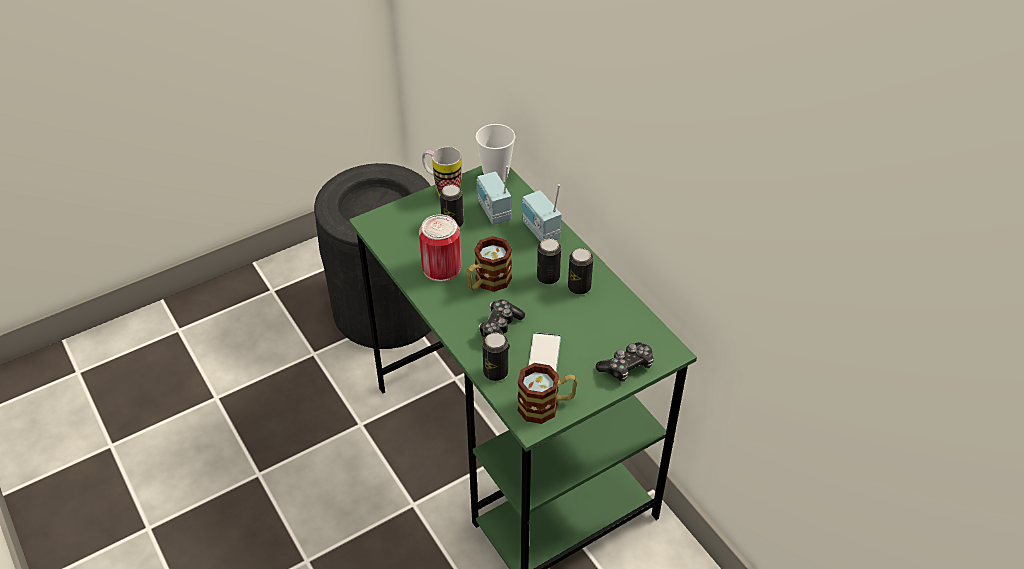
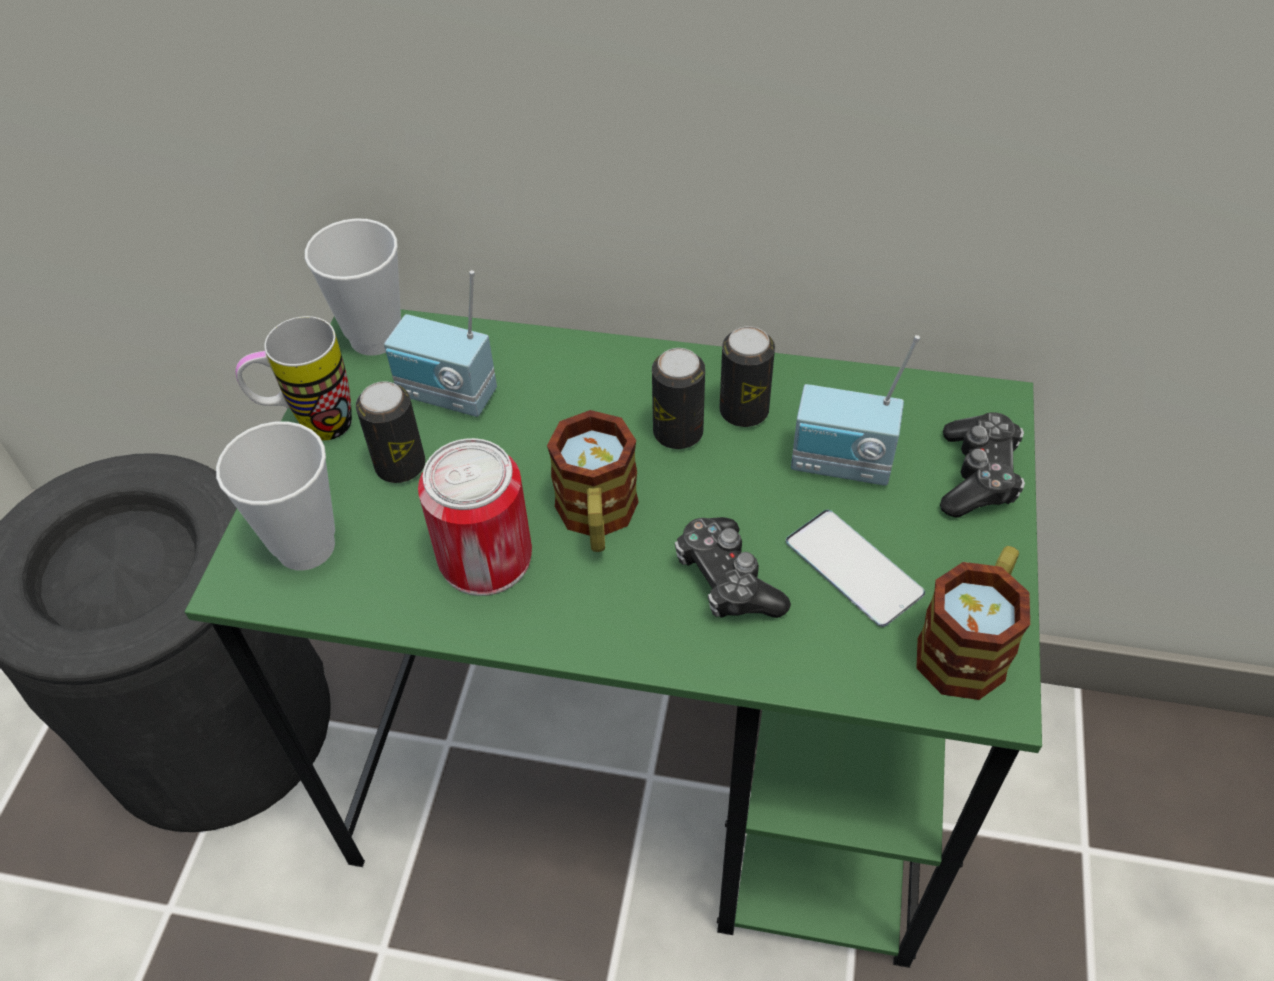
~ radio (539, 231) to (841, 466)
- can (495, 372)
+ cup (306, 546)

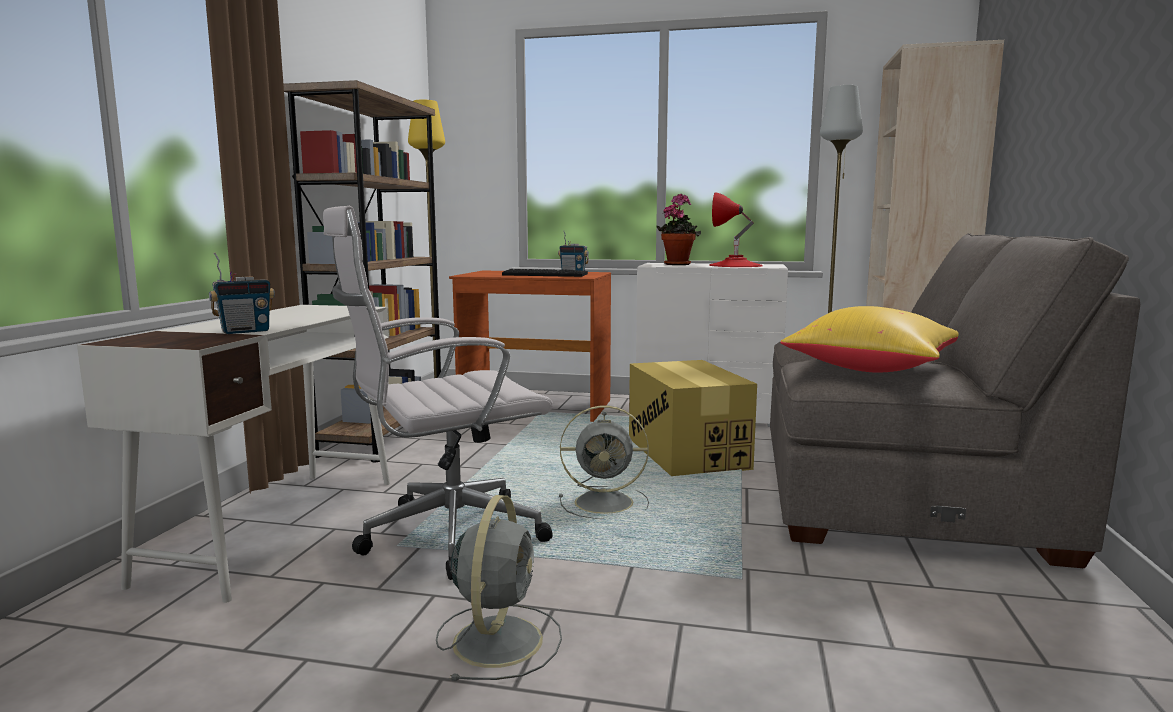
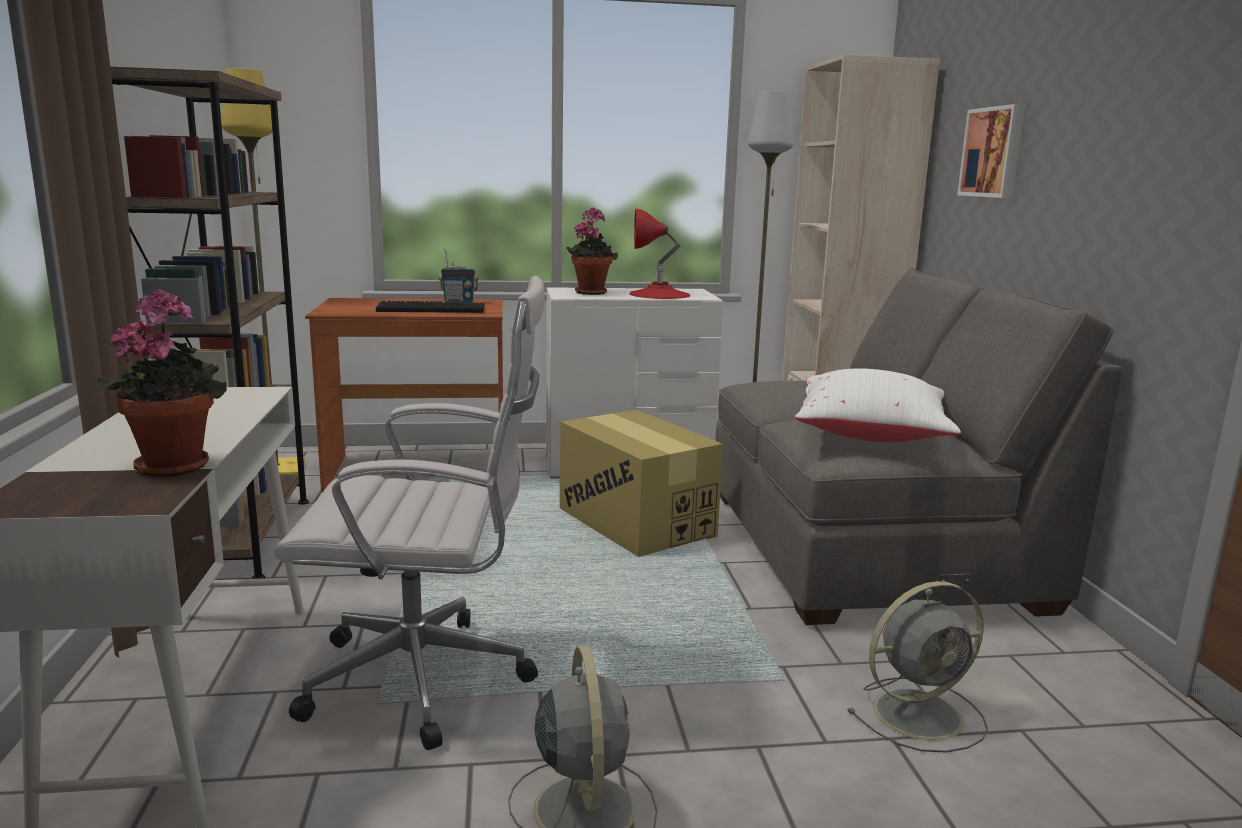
~ white office chair (444, 536) = (428, 680) 135 degrees counterclockwise
~ radio (245, 332) to potted plant (176, 464)
~ yellow pillow (873, 370) to white pillow (872, 436)
~ grey fan (606, 503) to (921, 714)
+ picture (994, 152)

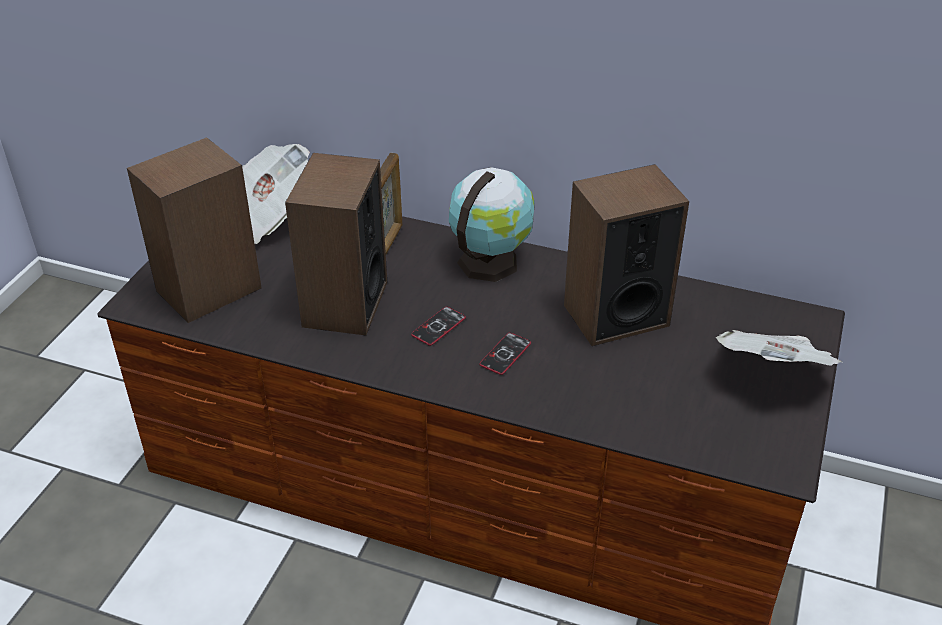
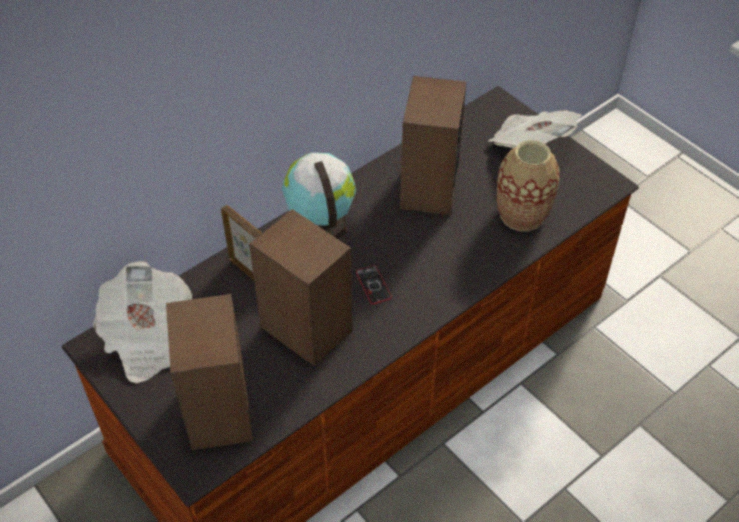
- phone (505, 354)
+ vase (522, 215)

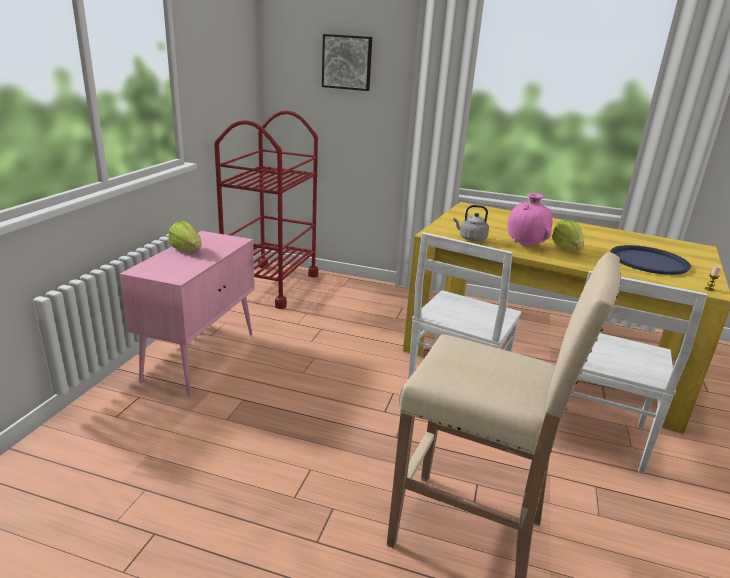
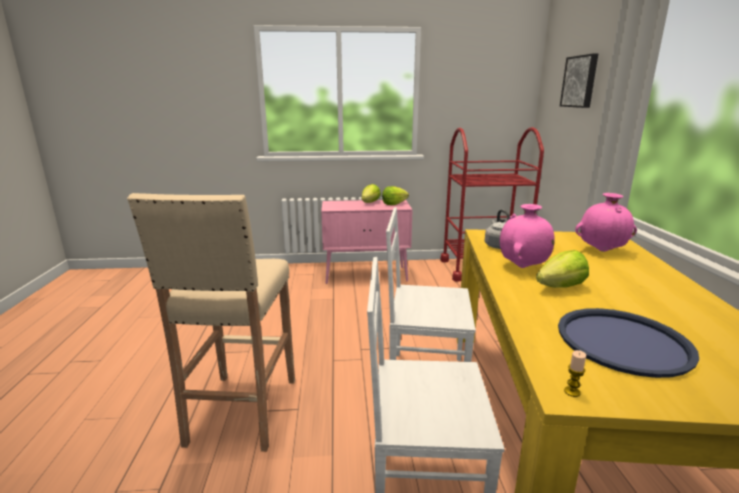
+ lettuce (394, 204)
+ pink vase (602, 251)

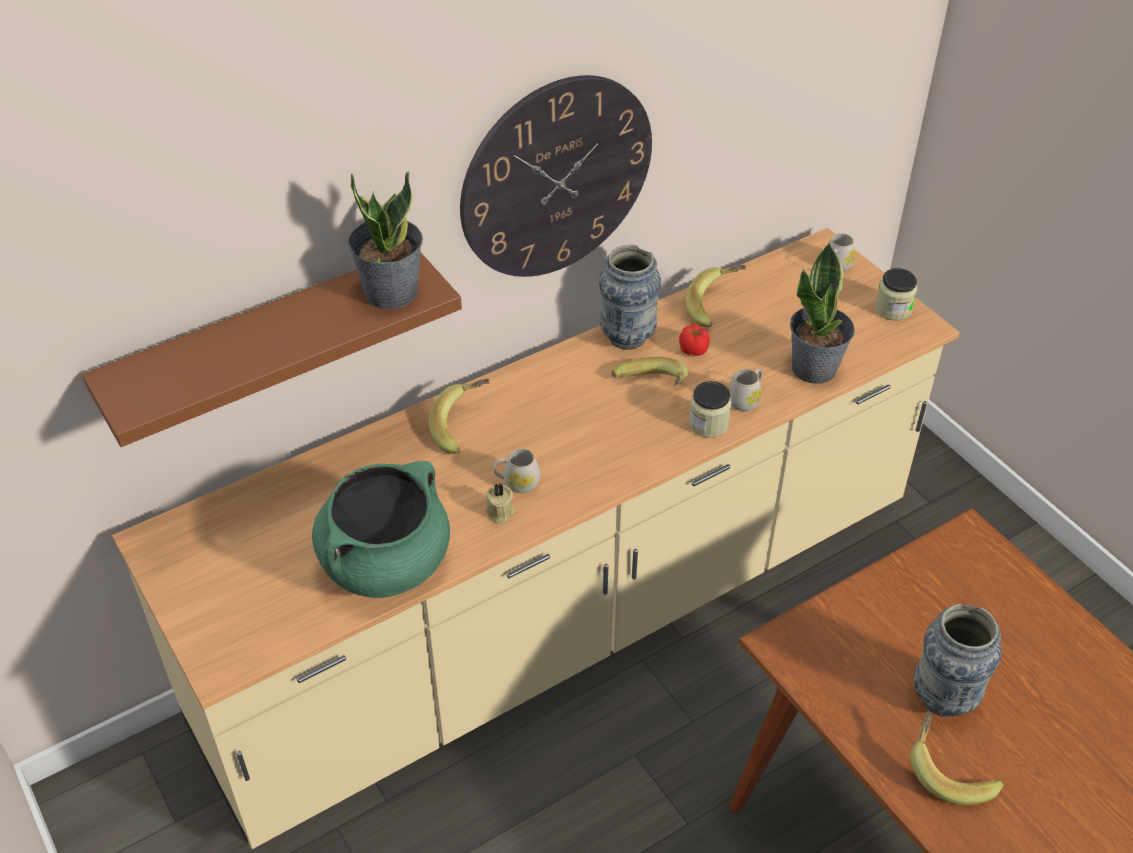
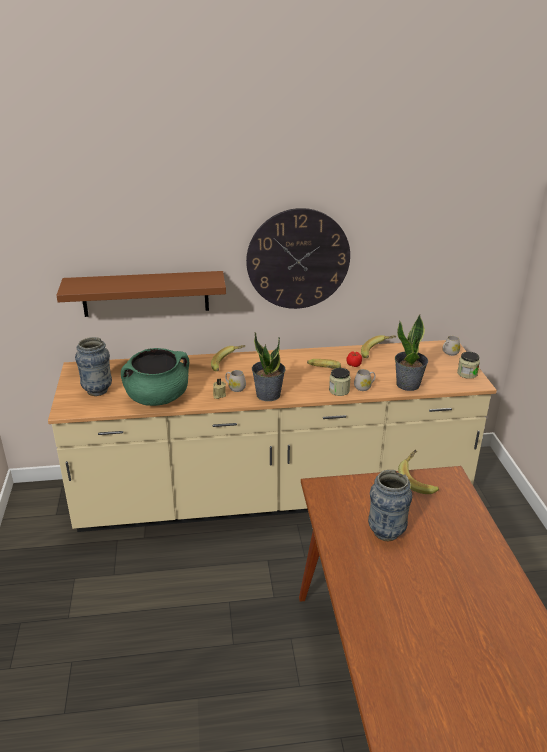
~ potted plant (391, 292) to (268, 394)
~ vase (627, 337) to (97, 391)
~ banana (949, 770) to (418, 481)

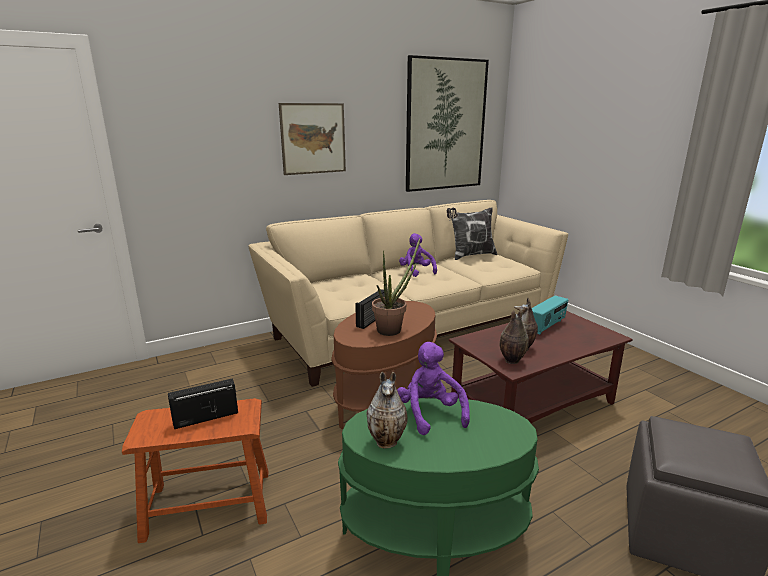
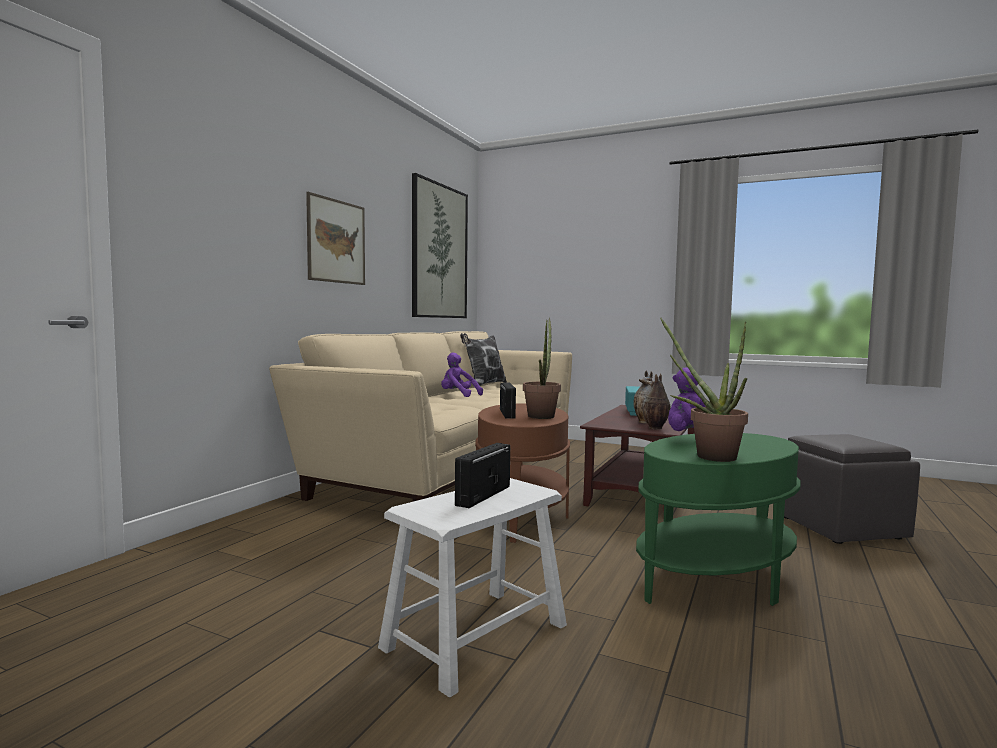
~ vase (388, 441) to potted plant (707, 455)
~ brown stool (209, 504) to white stool (476, 636)

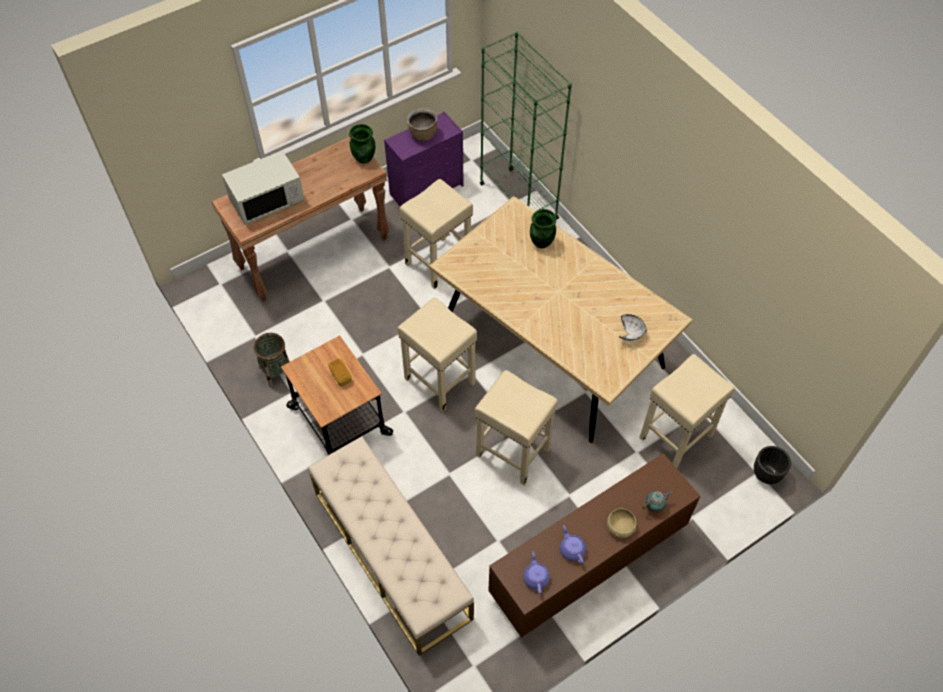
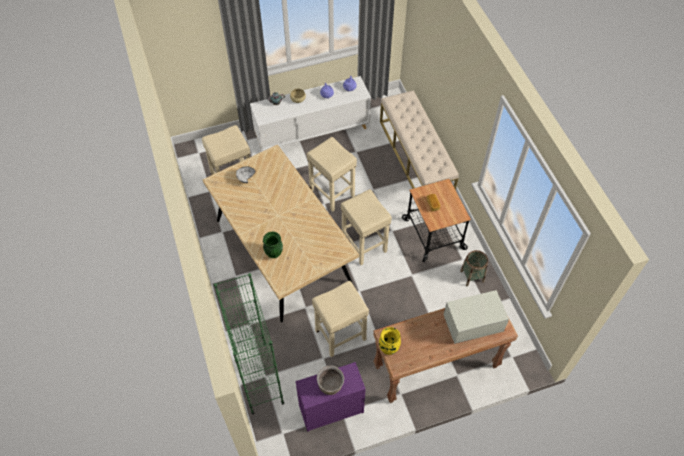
~ green vase (364, 158) to yellow vase (388, 348)
- black planter (766, 475)
~ brown cabinet (587, 563) to white cabinet (312, 132)

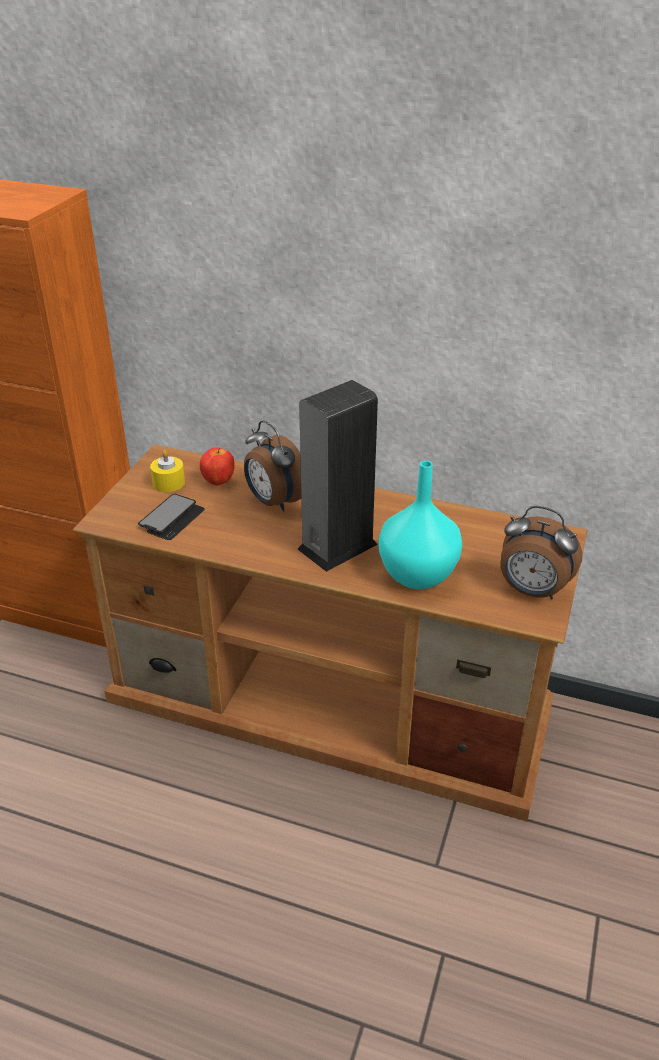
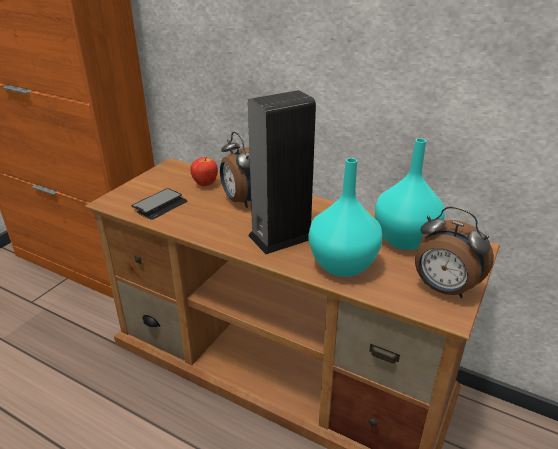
- yellow candle (168, 483)
+ turquoise vase (404, 241)

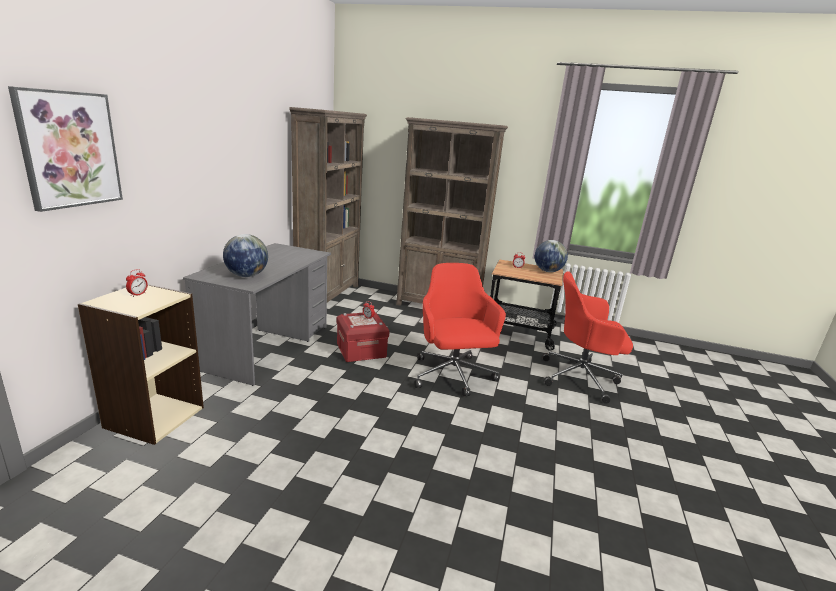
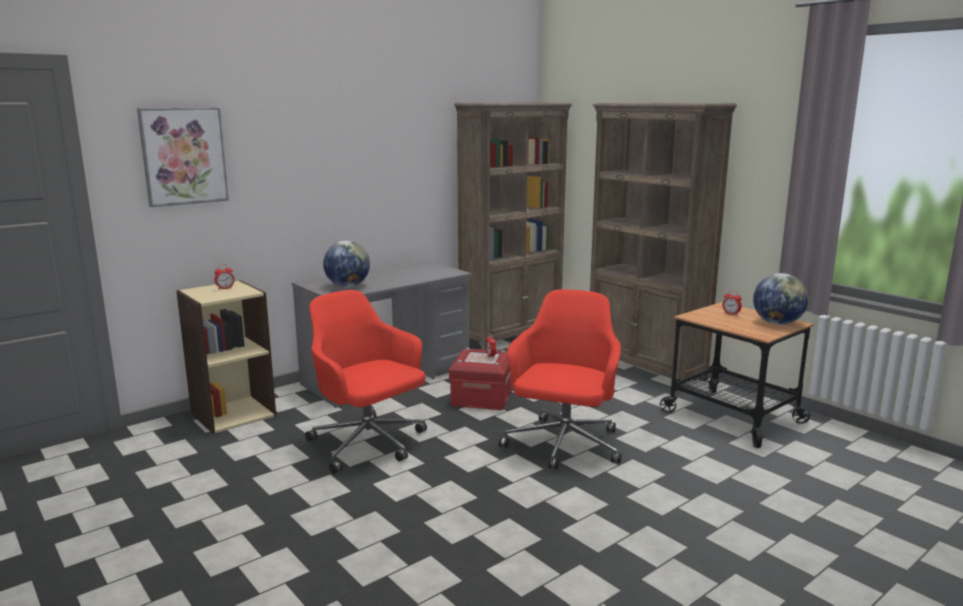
~ red office chair (581, 378) to (369, 444)

